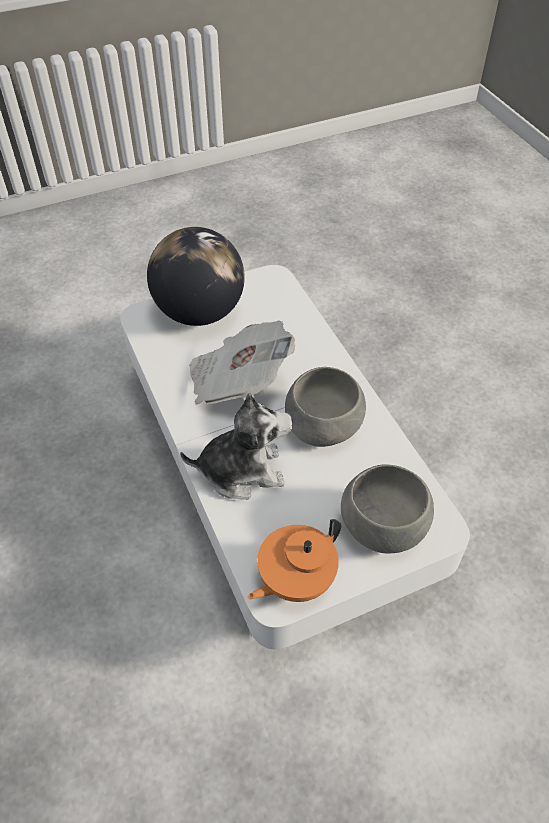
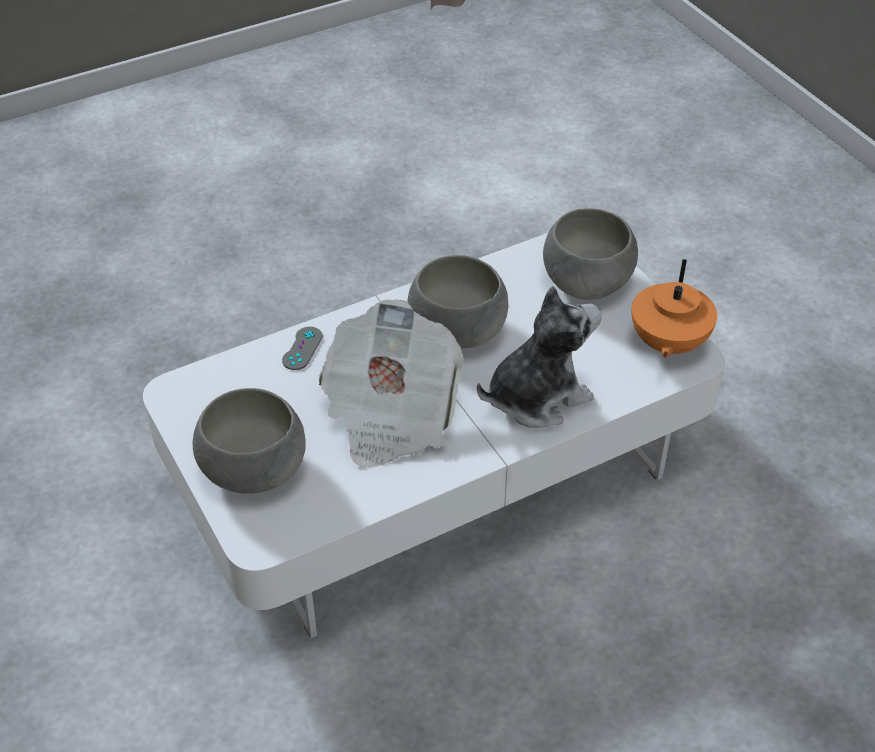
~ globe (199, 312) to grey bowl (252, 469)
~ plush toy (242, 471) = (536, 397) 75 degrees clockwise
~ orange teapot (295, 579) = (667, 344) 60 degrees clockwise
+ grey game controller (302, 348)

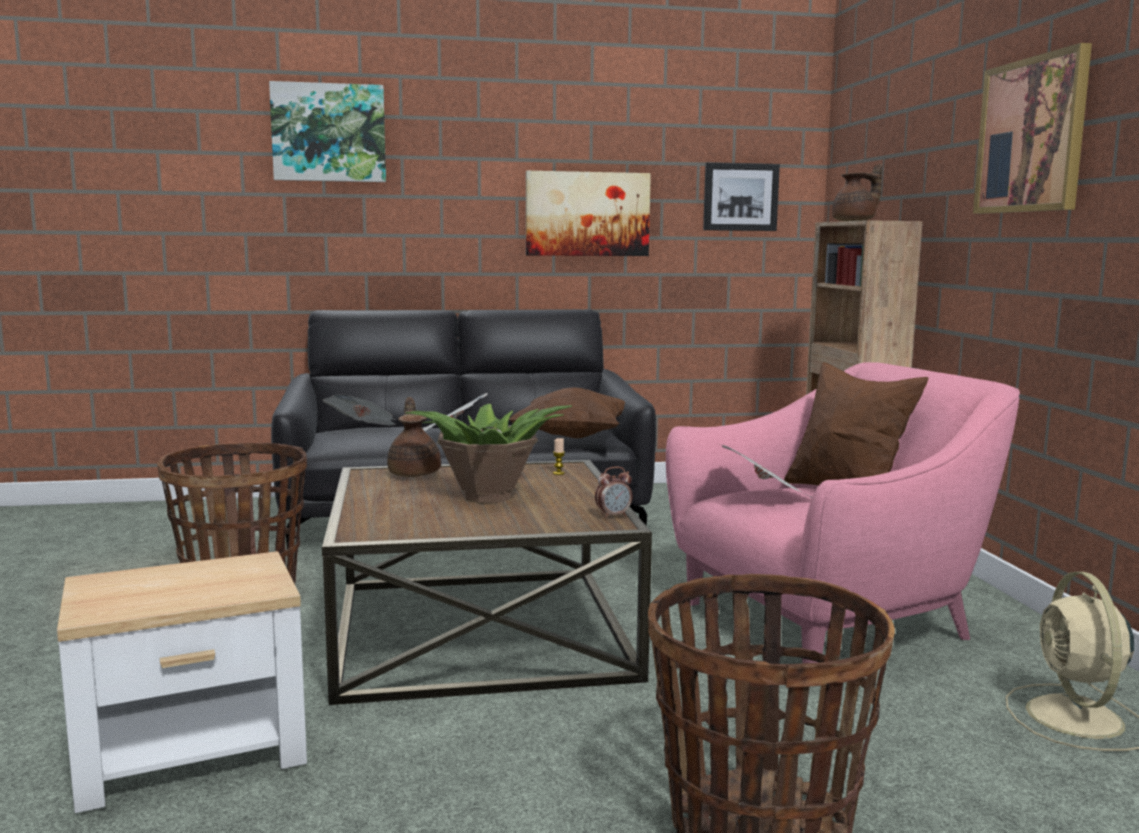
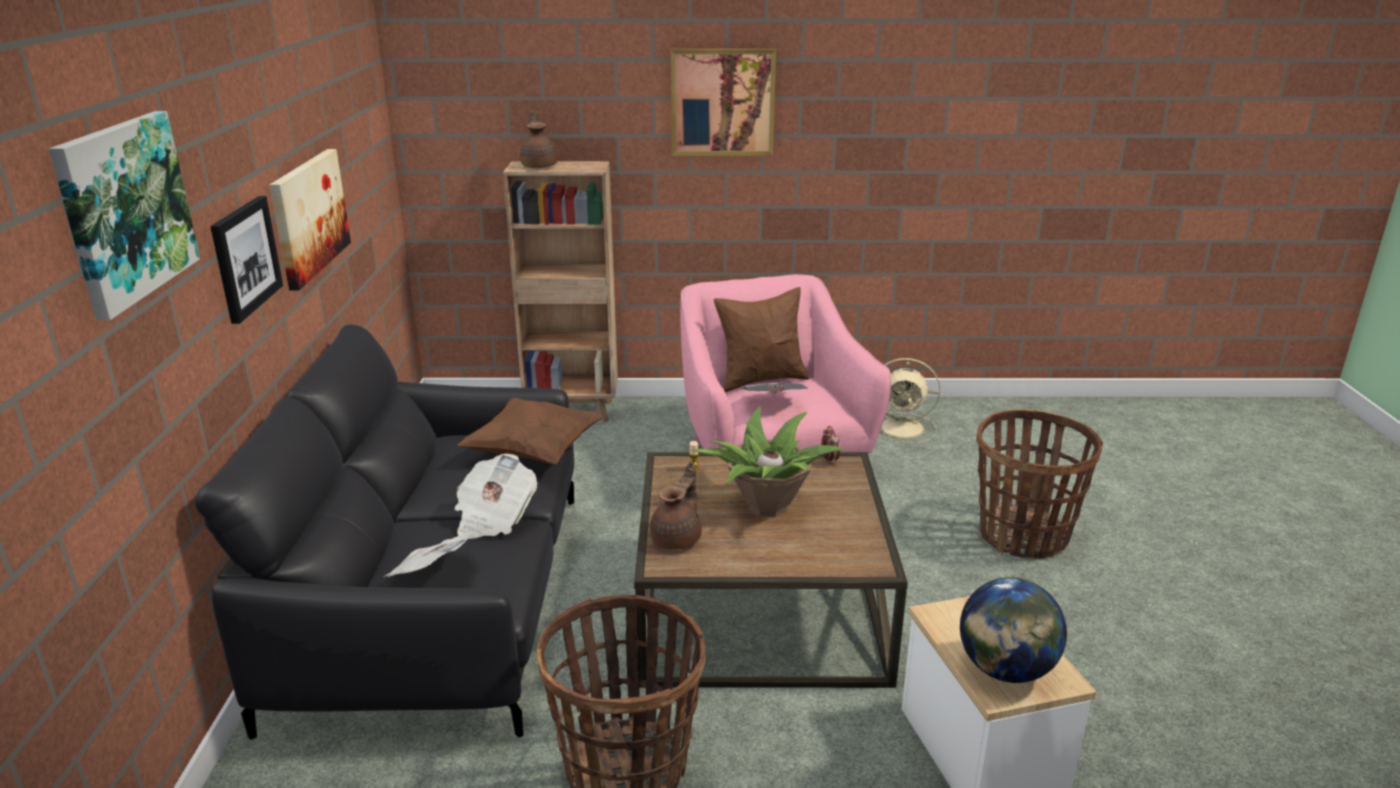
~ picture (740, 197) to (245, 258)
~ brown teapot (415, 473) = (678, 538) 120 degrees clockwise
+ globe (1005, 670)

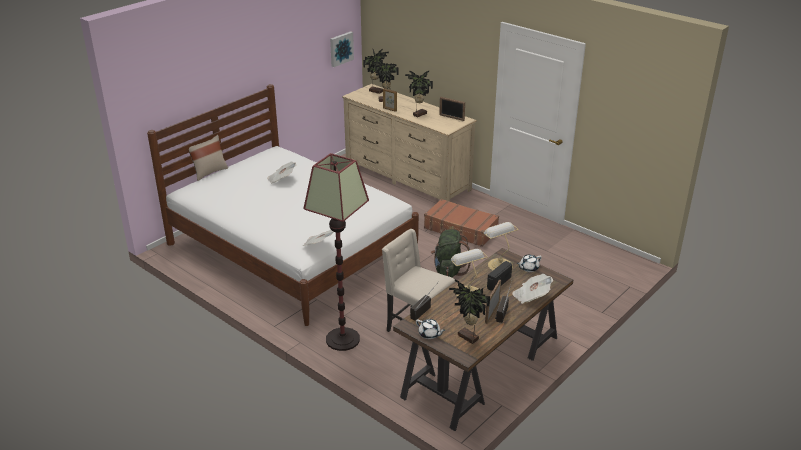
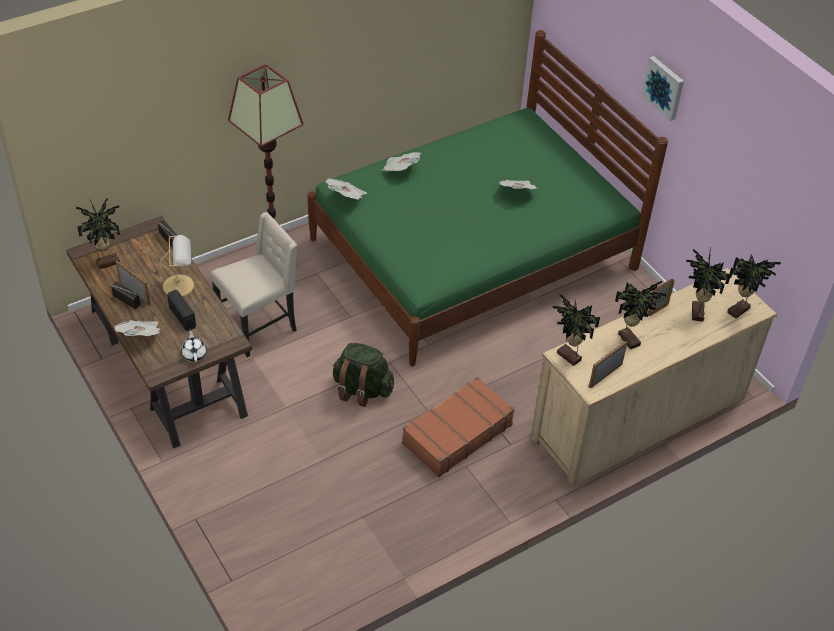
~ picture (341, 48) to (664, 87)
~ white bed (291, 249) to green bed (472, 253)
- beige pillow (209, 172)
- table lamp (499, 264)
- white teapot (429, 334)
+ newspaper (400, 169)
+ potted plant (568, 358)

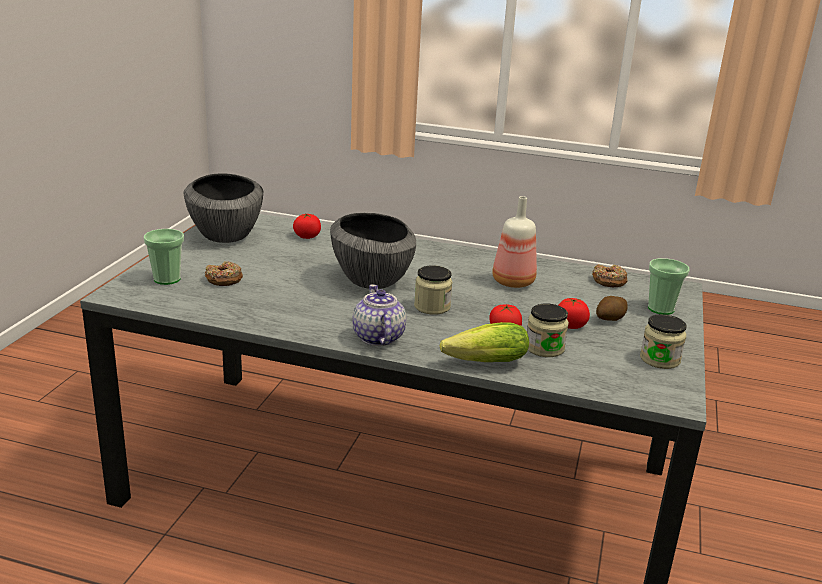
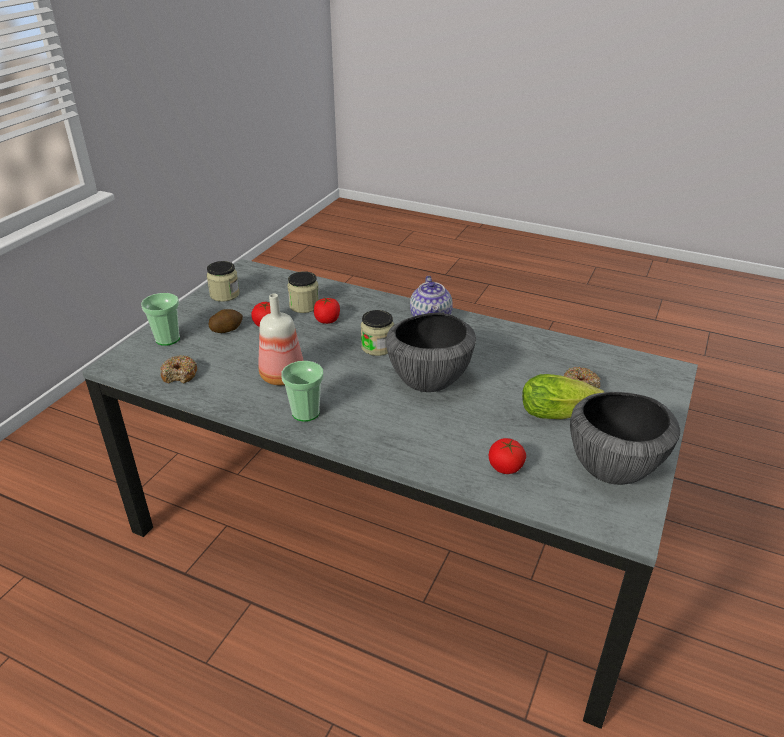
~ cup (167, 279) to (306, 413)
~ lettuce (481, 363) to (561, 412)

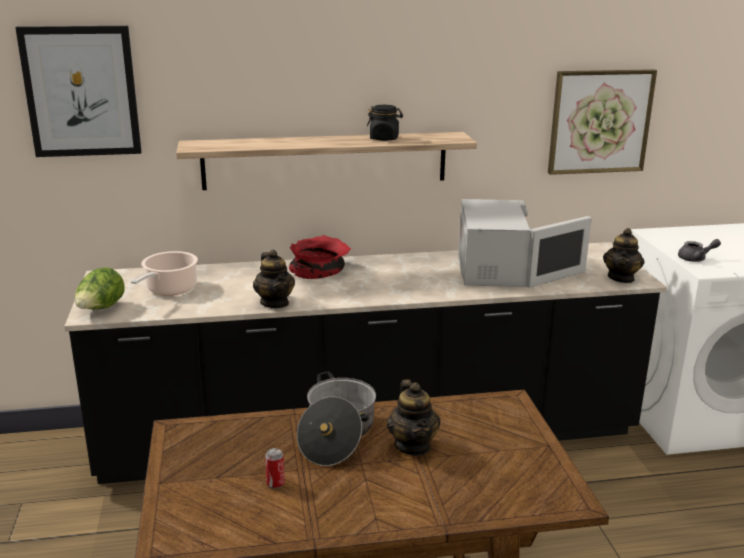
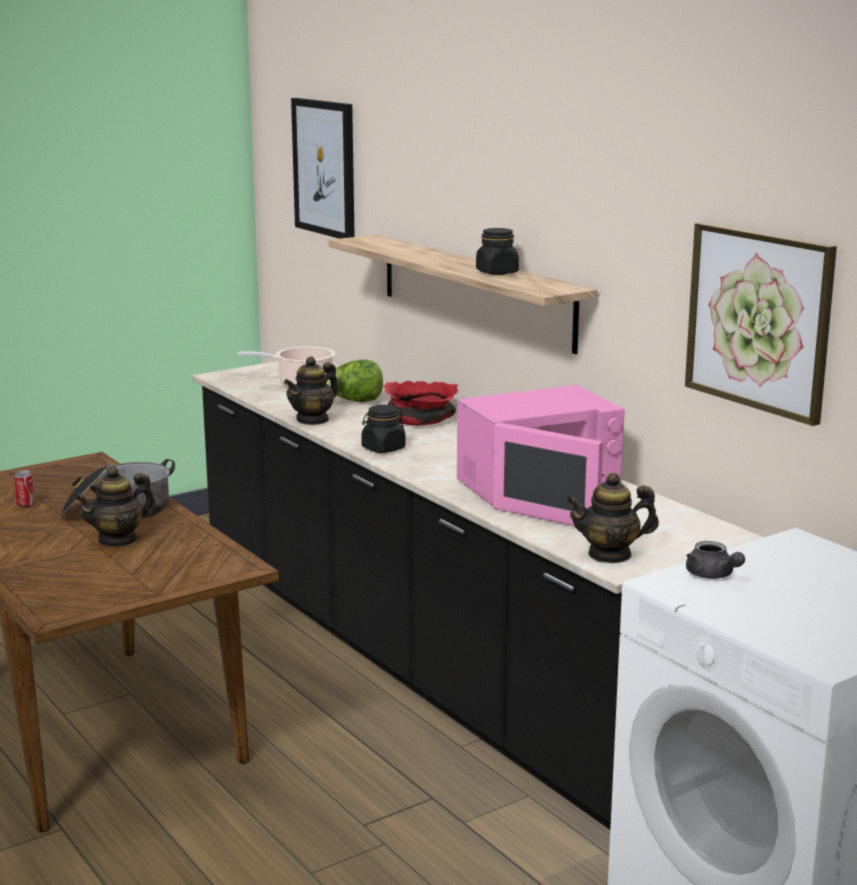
~ white microwave (497, 270) to pink microwave (537, 488)
~ lettuce (101, 309) to (354, 402)
+ black jar (383, 449)

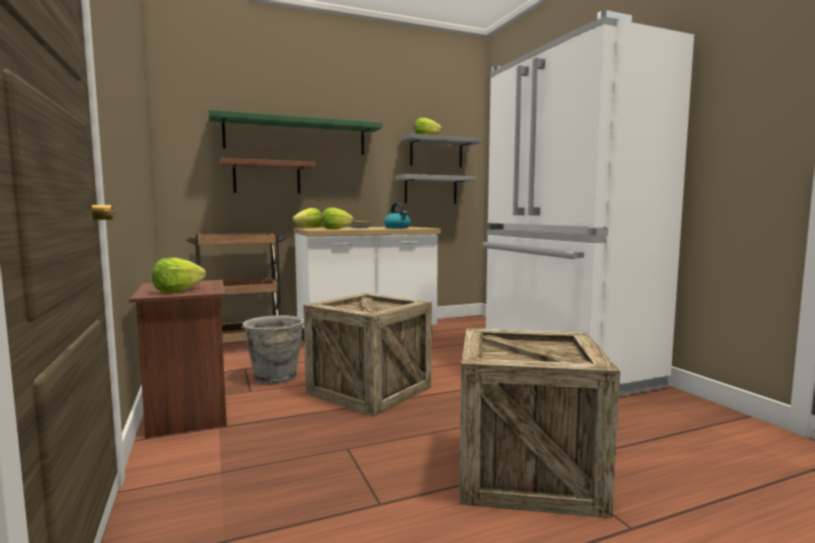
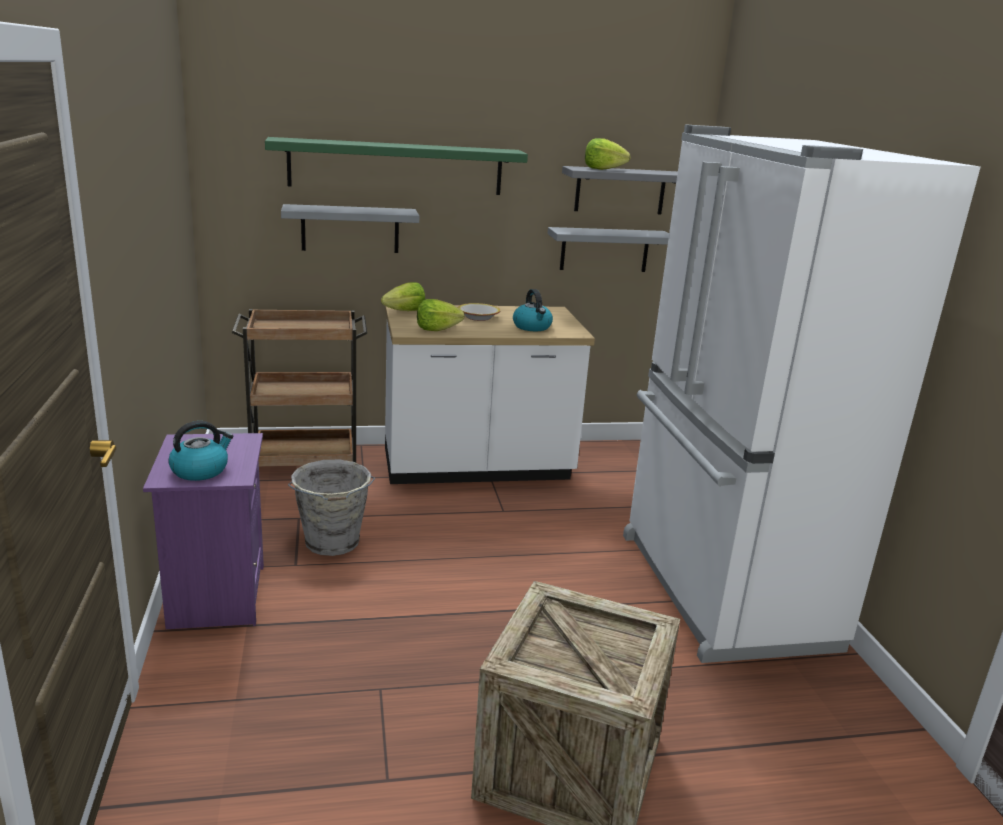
~ brown shelf (267, 177) to grey shelf (350, 229)
~ lettuce (178, 291) to kettle (200, 470)
~ brown nightstand (186, 414) to purple nightstand (215, 596)
- crate (369, 390)

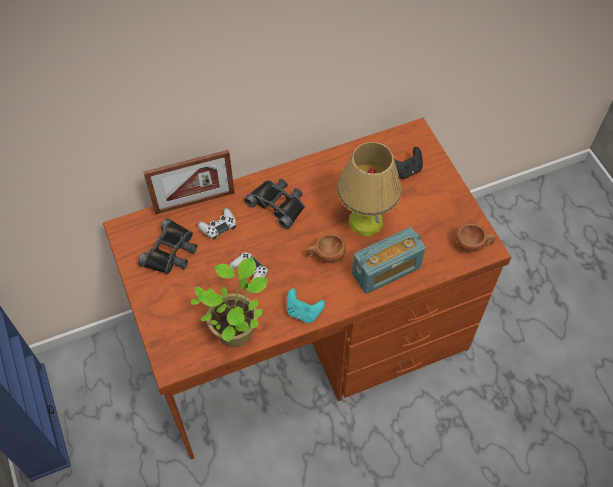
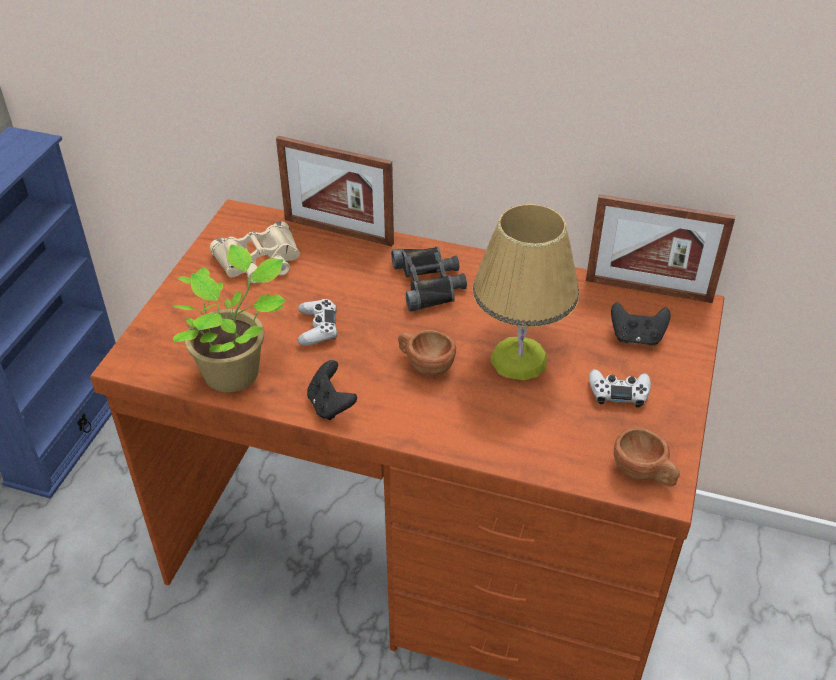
~ white game controller (218, 226) to (618, 392)
~ black binoculars (171, 252) to beige binoculars (259, 261)
- radio (386, 270)
~ turquoise game controller (303, 312) to black game controller (330, 405)
+ picture frame (648, 290)

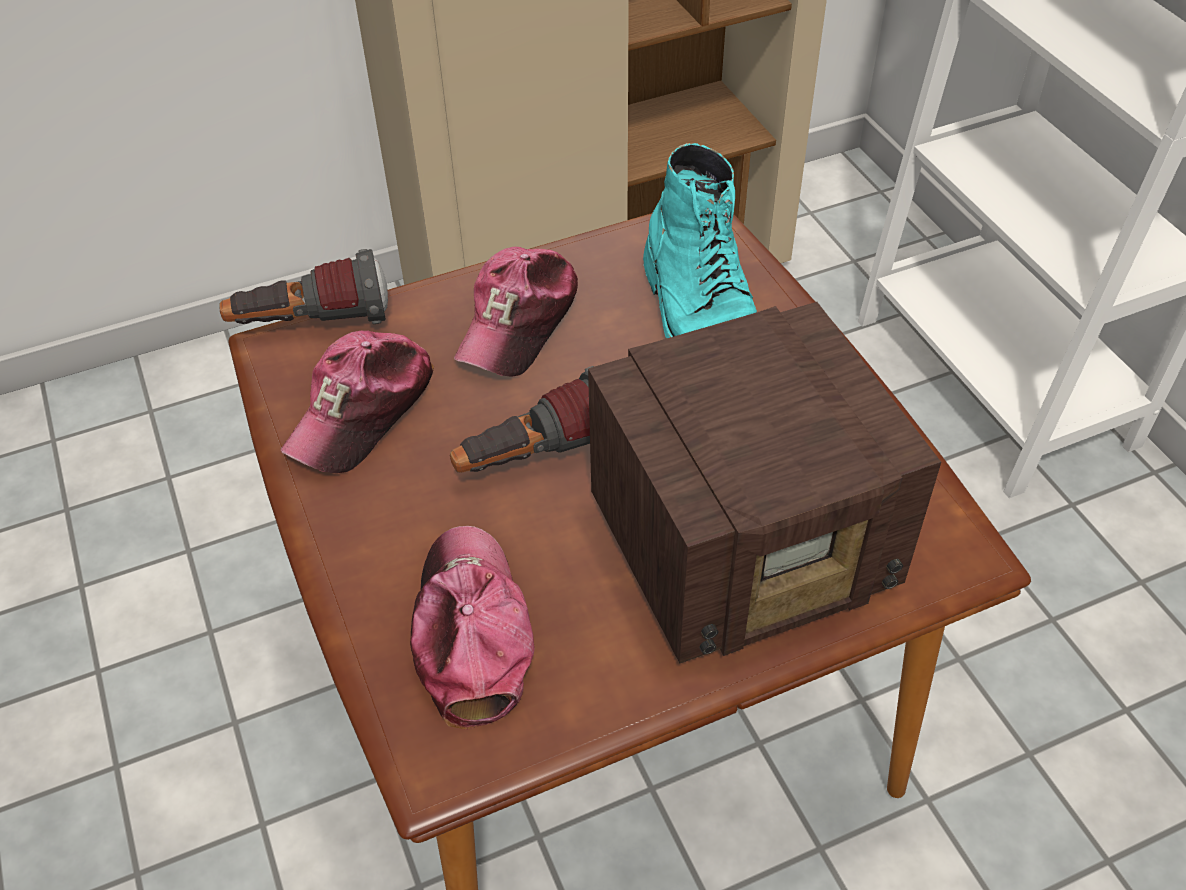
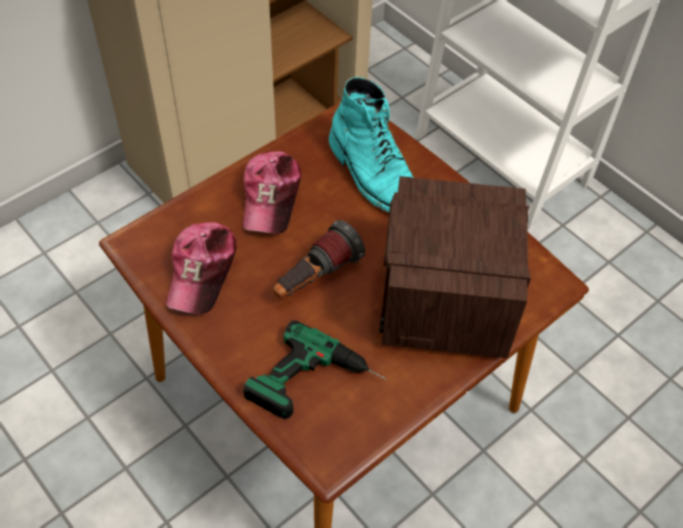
- flashlight (311, 325)
~ radio (747, 546) = (444, 303) 135 degrees clockwise
~ cap (471, 632) to power drill (317, 385)

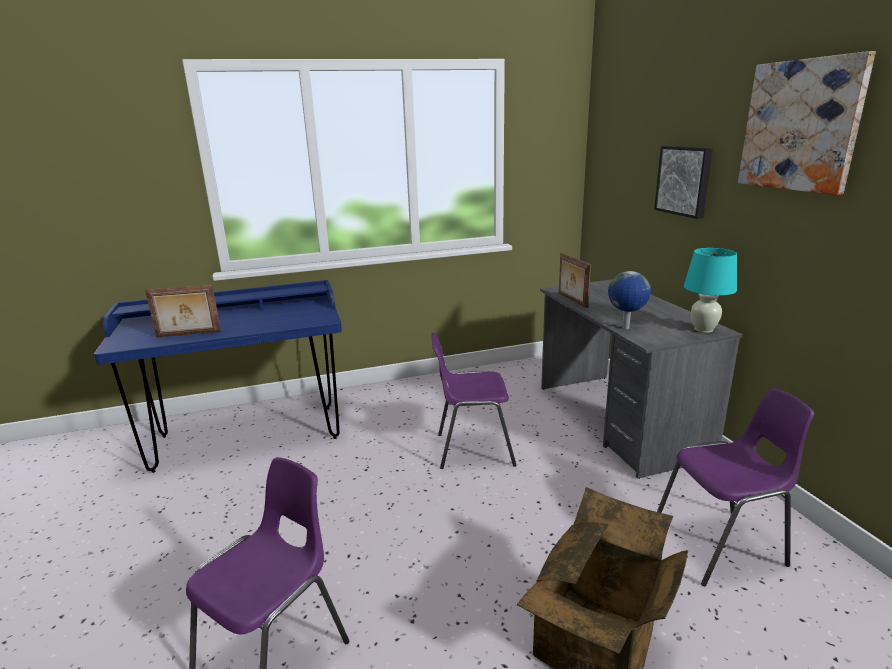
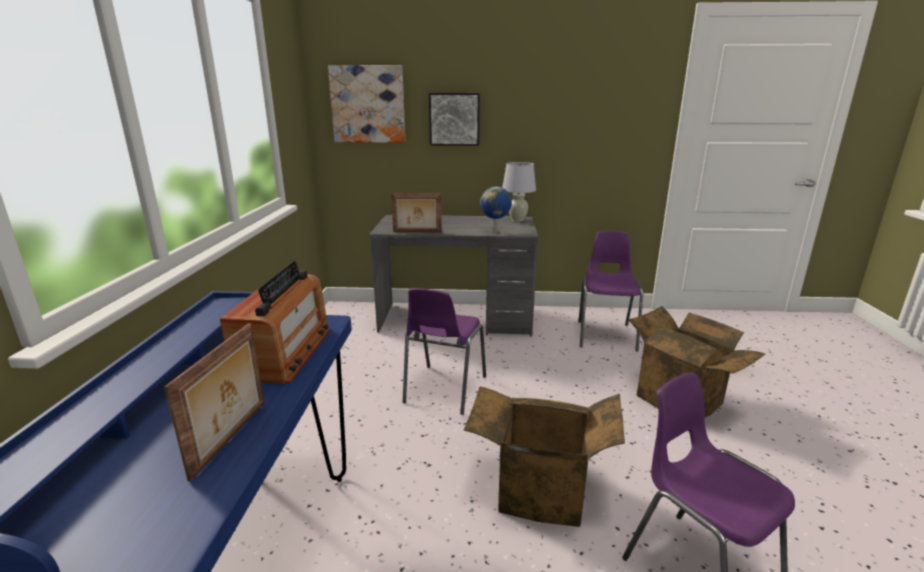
~ picture (801, 126) to (368, 104)
~ turquoise table lamp (703, 329) to white table lamp (517, 220)
+ radio (285, 352)
+ cardboard box (539, 494)

